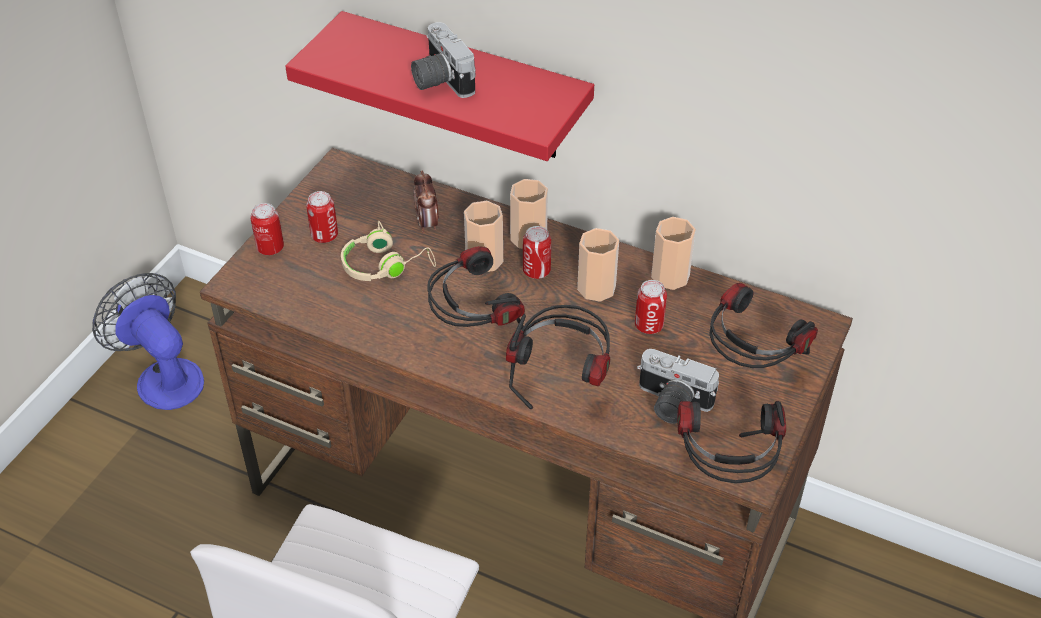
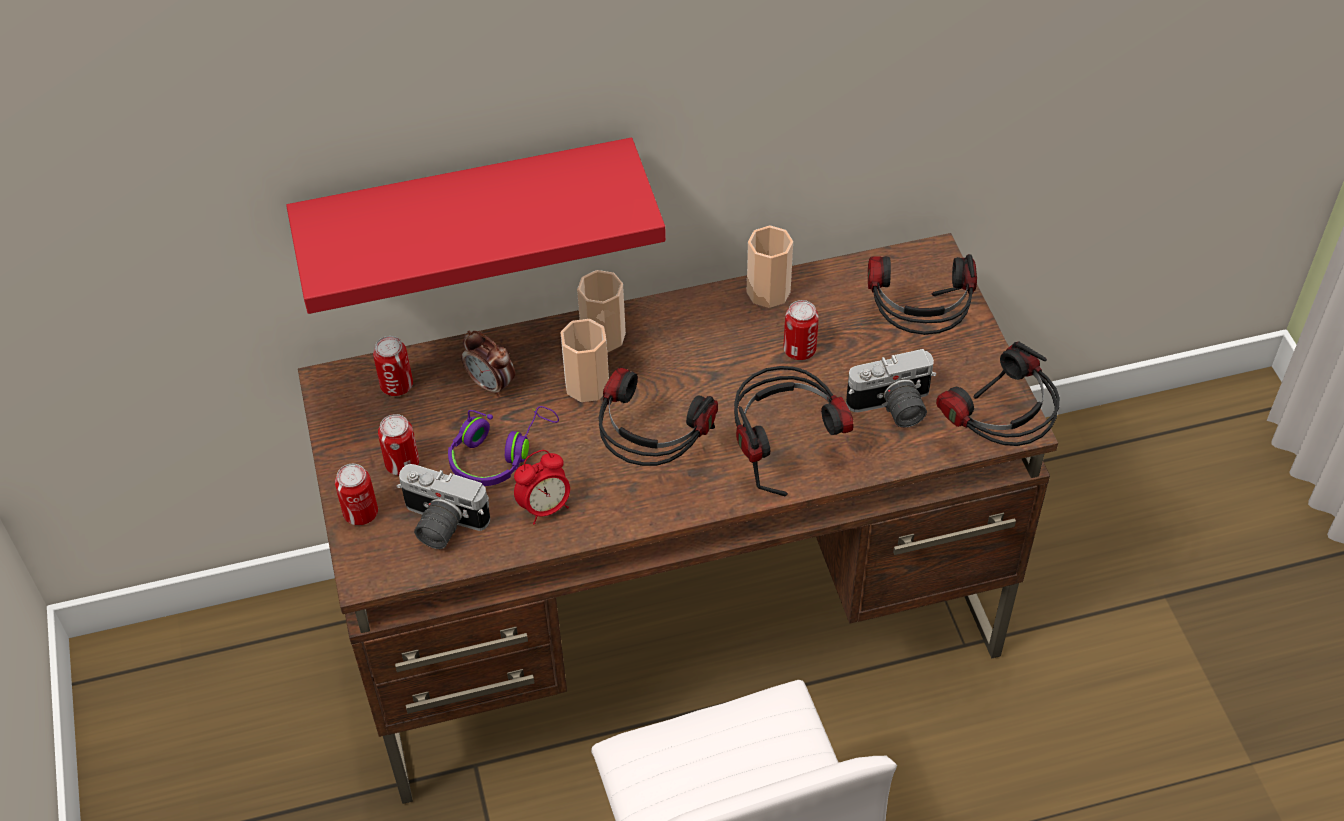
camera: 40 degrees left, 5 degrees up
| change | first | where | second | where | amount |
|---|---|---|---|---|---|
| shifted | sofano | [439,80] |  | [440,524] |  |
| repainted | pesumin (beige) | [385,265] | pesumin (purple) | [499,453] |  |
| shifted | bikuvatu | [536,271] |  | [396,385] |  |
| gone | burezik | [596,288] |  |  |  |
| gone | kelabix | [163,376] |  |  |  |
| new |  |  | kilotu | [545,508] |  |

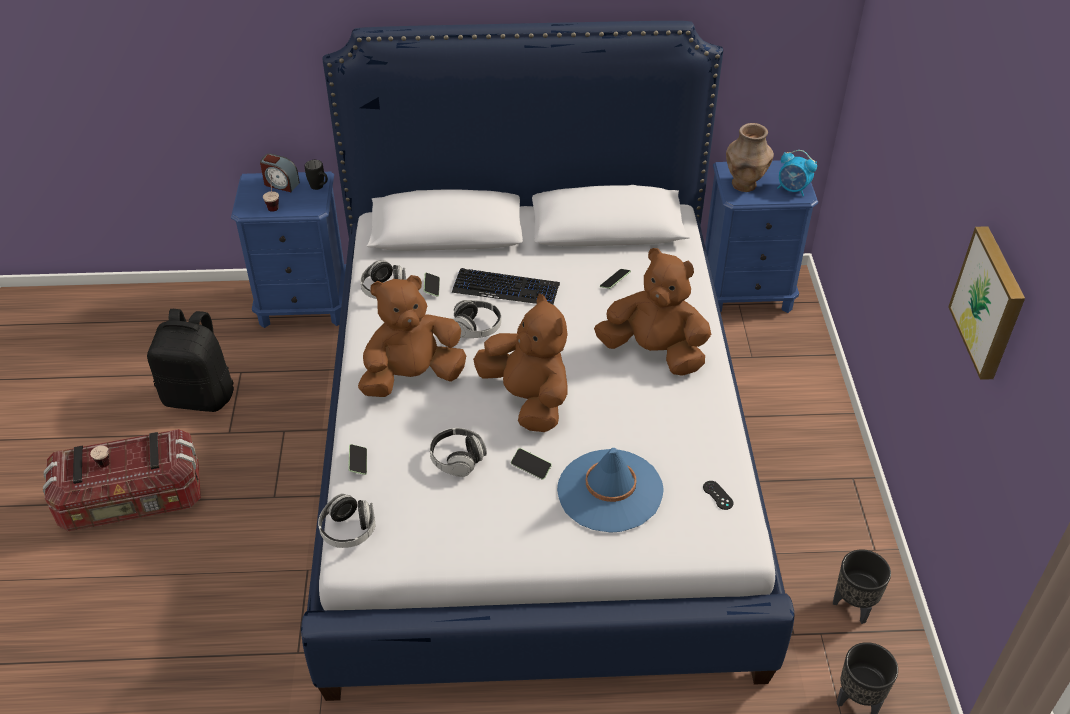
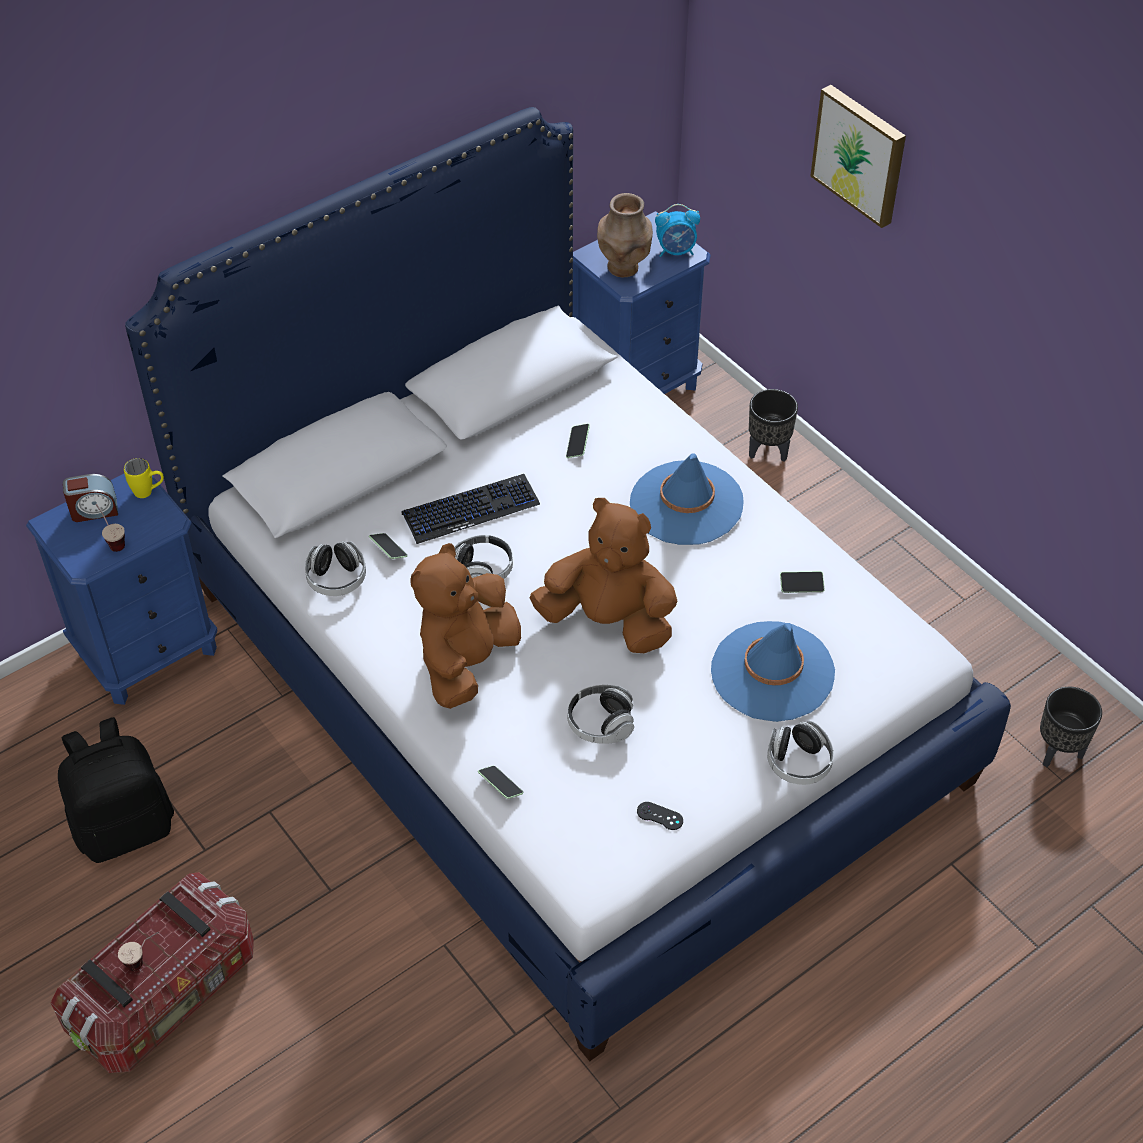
camera: 35 degrees left, 5 degrees up
| change | first | where | second | where | amount |
|---|---|---|---|---|---|
| repainted | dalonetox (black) | [320,187] | dalonetox (yellow) | [149,492] |  |
| shifted | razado | [990,302] |  | [861,154] |  |
| swapped | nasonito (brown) | [654,352] | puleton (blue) | [686,504] |  |
| shifted | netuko | [531,467] |  | [801,586] |  |
| shifted | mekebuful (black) | [718,495] |  | [660,816] |  |
| shifted | pesumin | [348,530] |  | [798,763] |  |
| shifted | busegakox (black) | [854,606] |  | [768,450] |  |

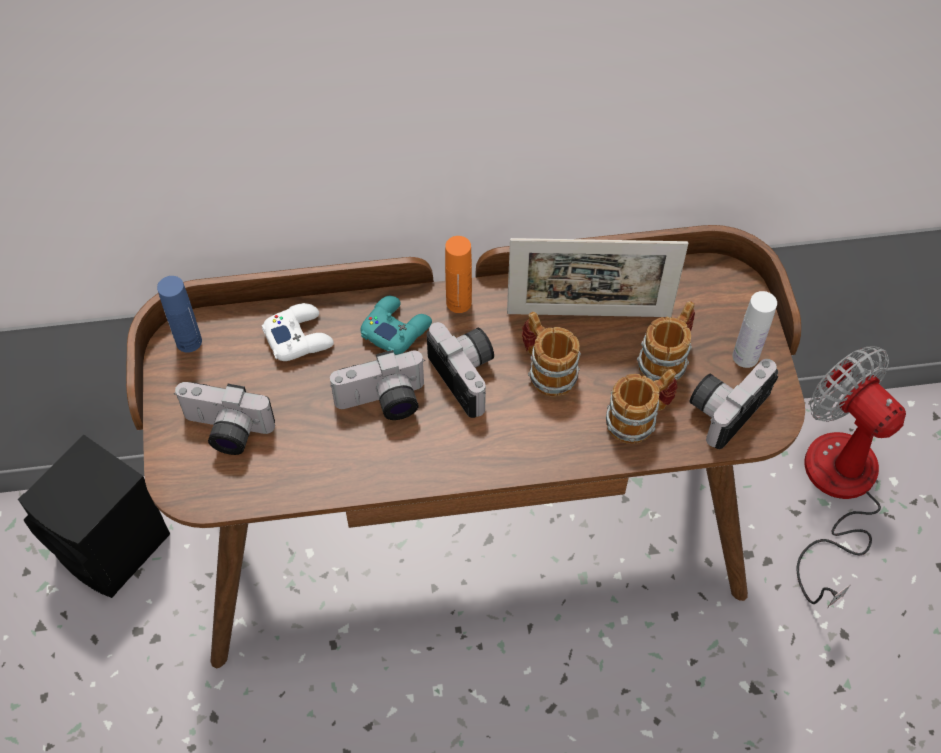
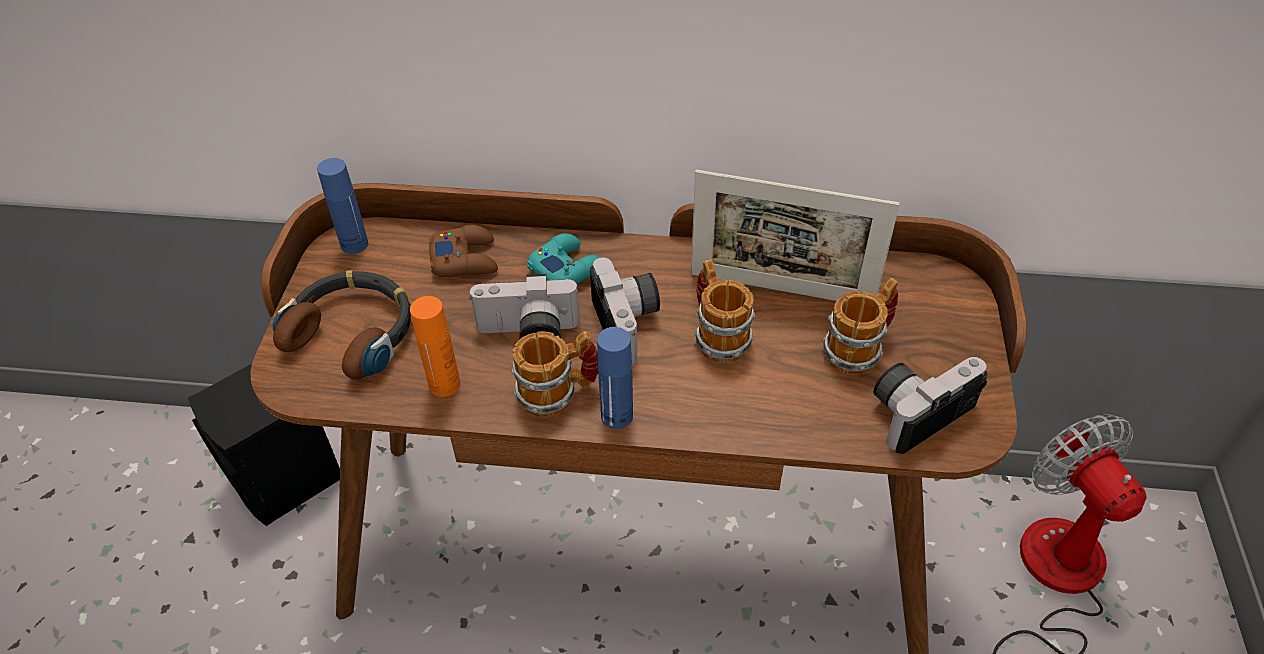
camera: 15 degrees right, 10 degrees down
| change | first | where | second | where | amount |
|---|---|---|---|---|---|
| shifted | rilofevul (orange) | [458,302] |  | [444,384] |  |
| gone | rilofevul (white) | [745,356] |  |  |  |
| repainted | mekebuful (white) | [299,337] | mekebuful (brown) | [465,259] |  |
| shifted | dalonetox | [639,418] |  | [558,393] |  |
| swapped | sofano | [225,432] | pesumin | [353,332] |  |
| new |  |  | rilofevul (blue) | [617,416] |  |

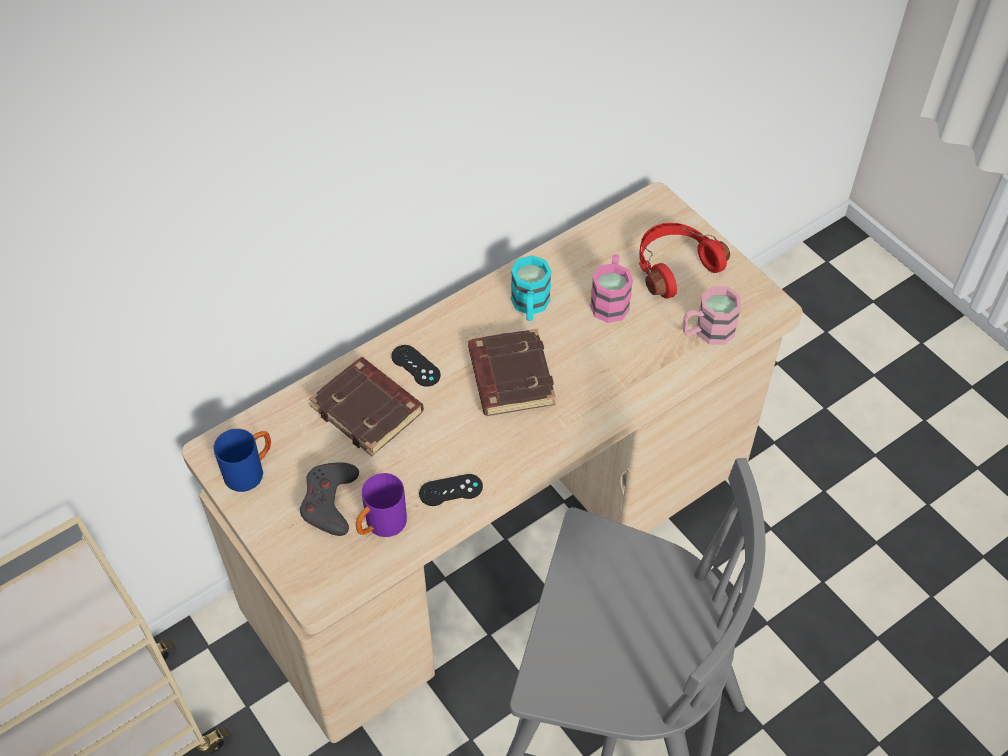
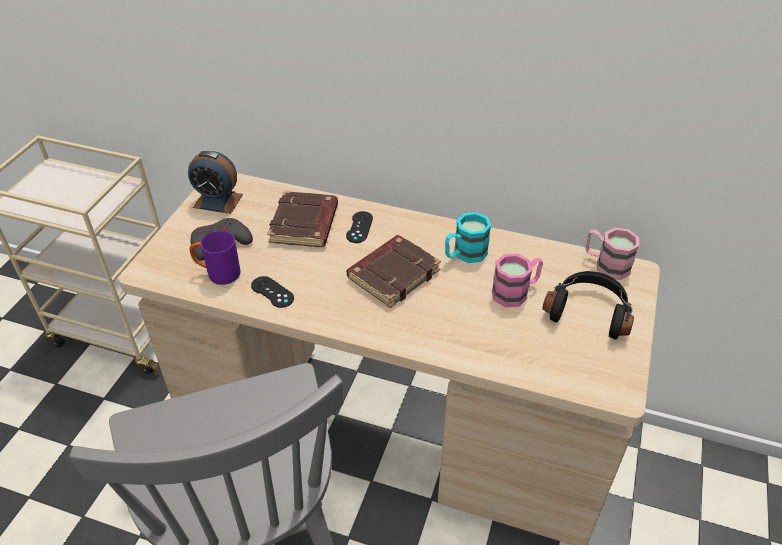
camera: 55 degrees right, 10 degrees down
| change | first | where | second | where | amount |
|---|---|---|---|---|---|
| repainted | pesumin (red) | [674,266] | pesumin (black) | [588,311] |  |
| shifted | dalonetox (pink) | [707,332] |  | [606,265] |  |
| swapped | dalonetox (blue) | [250,471] | kilotu | [218,201] |  |

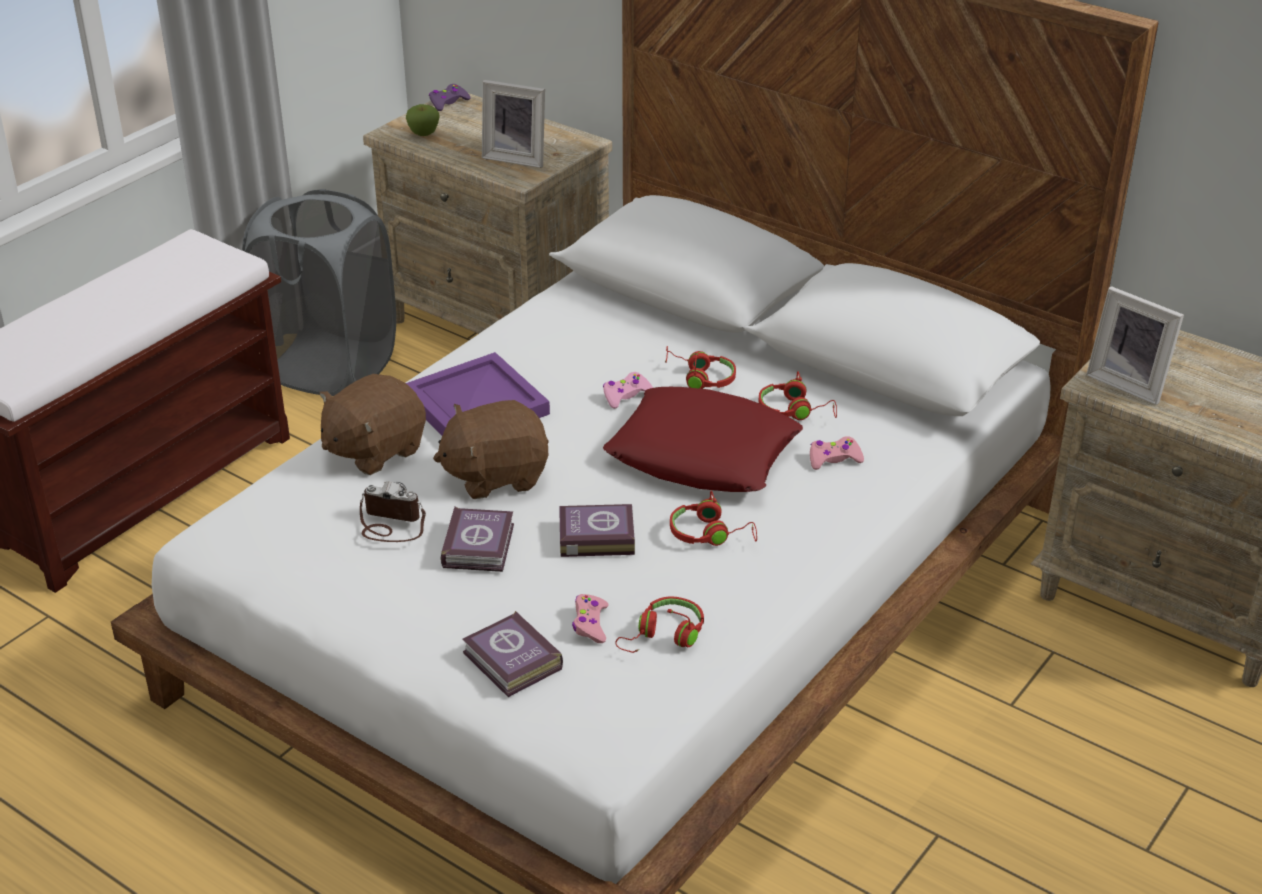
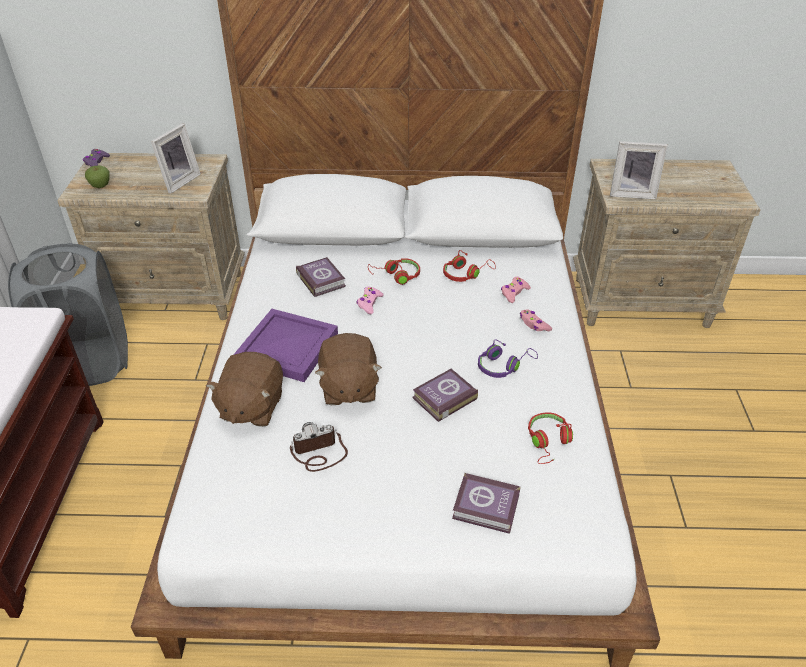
camera: 35 degrees left, 5 degrees up
| change | first | where | second | where | amount |
|---|---|---|---|---|---|
| rotated | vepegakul | [516,157] |  | [178,181] | 45 degrees counterclockwise |
| gone | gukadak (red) | [703,454] |  |  |  |
| rotated | nasonito (brown) | [495,475] |  | [348,388] | 45 degrees counterclockwise |
| repainted | pesumin (red) | [710,534] | pesumin (purple) | [503,366] |  |
| shifted | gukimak | [480,544] |  | [321,279] |  |
| shifted | mekebuful (pink) | [590,624] |  | [534,324] |  |

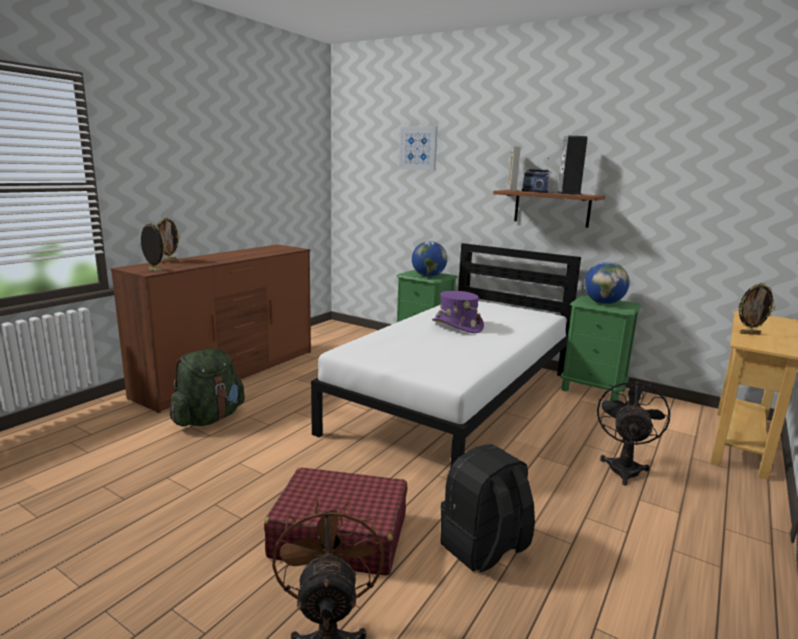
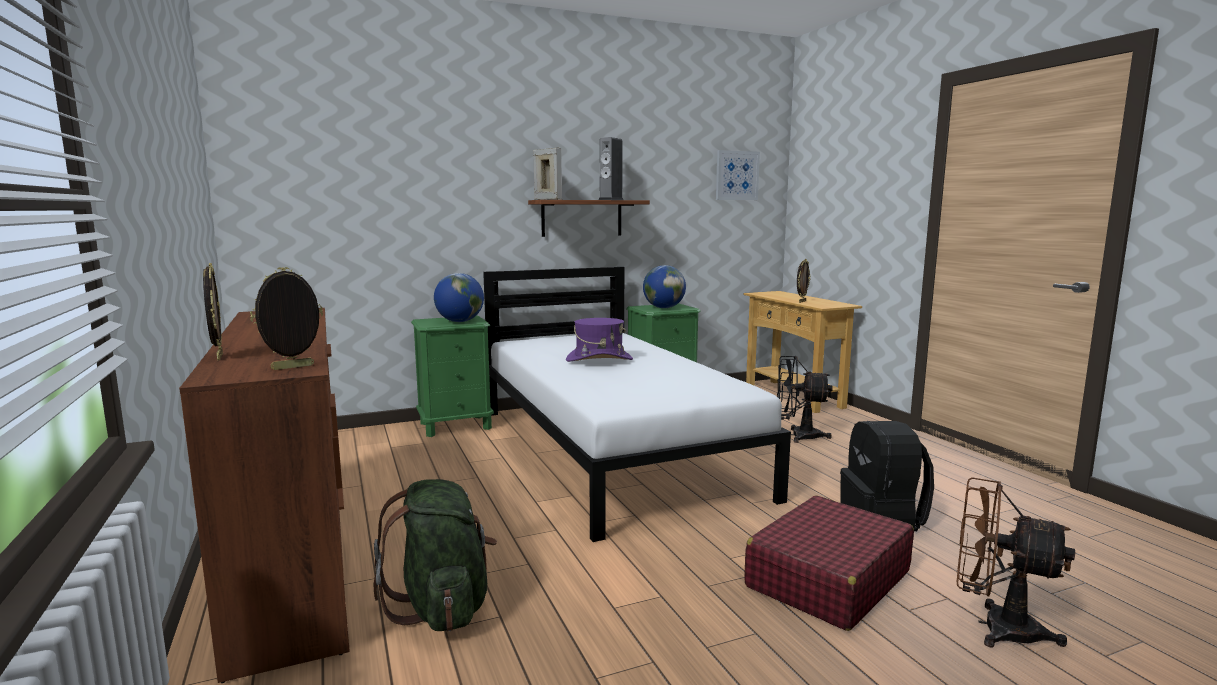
camera: 55 degrees left, 5 degrees down
| change | first | where | second | where | amount |
|---|---|---|---|---|---|
| shifted | razado | [418,148] |  | [736,175] |  |
| gone | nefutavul | [535,191] |  |  |  |
| rotated | kelabix (black) | [624,466] |  | [797,436] | 45 degrees counterclockwise |

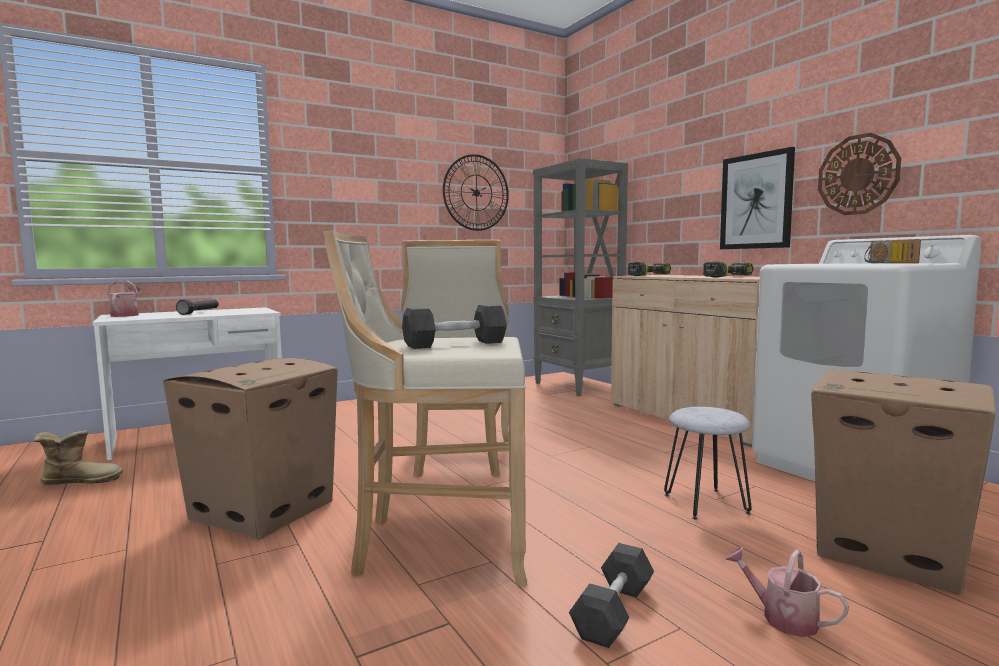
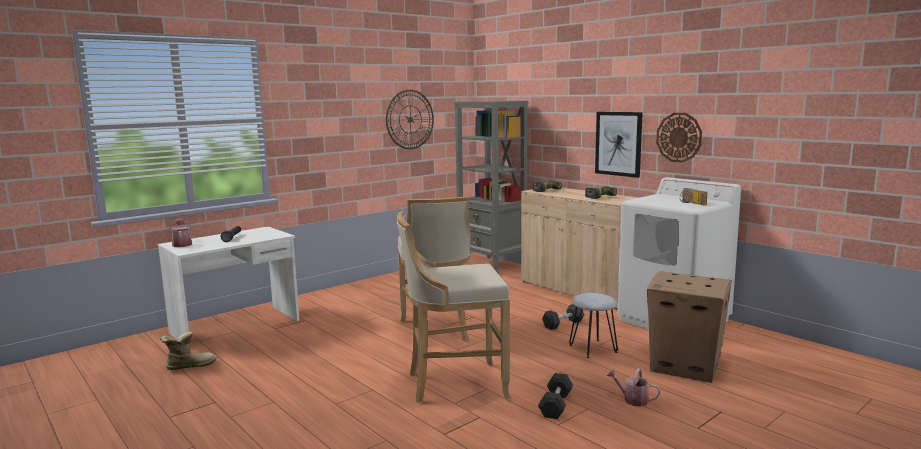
camera: 10 degrees left, 5 degrees up
| change | first | where | second | where | amount |
|---|---|---|---|---|---|
| shifted | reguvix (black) | [455,344] |  | [563,324] |  |
| gone | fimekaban | [264,510] |  |  |  |

